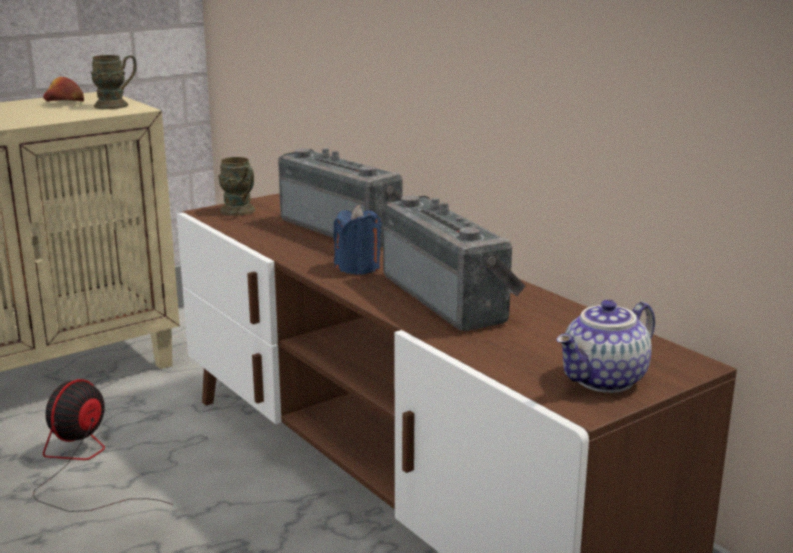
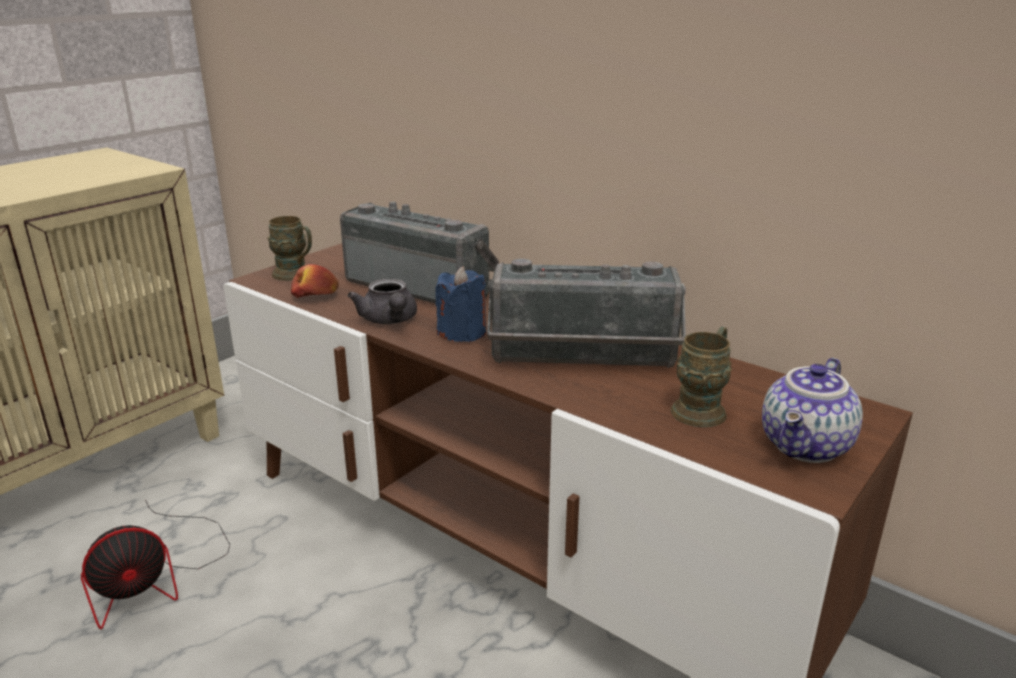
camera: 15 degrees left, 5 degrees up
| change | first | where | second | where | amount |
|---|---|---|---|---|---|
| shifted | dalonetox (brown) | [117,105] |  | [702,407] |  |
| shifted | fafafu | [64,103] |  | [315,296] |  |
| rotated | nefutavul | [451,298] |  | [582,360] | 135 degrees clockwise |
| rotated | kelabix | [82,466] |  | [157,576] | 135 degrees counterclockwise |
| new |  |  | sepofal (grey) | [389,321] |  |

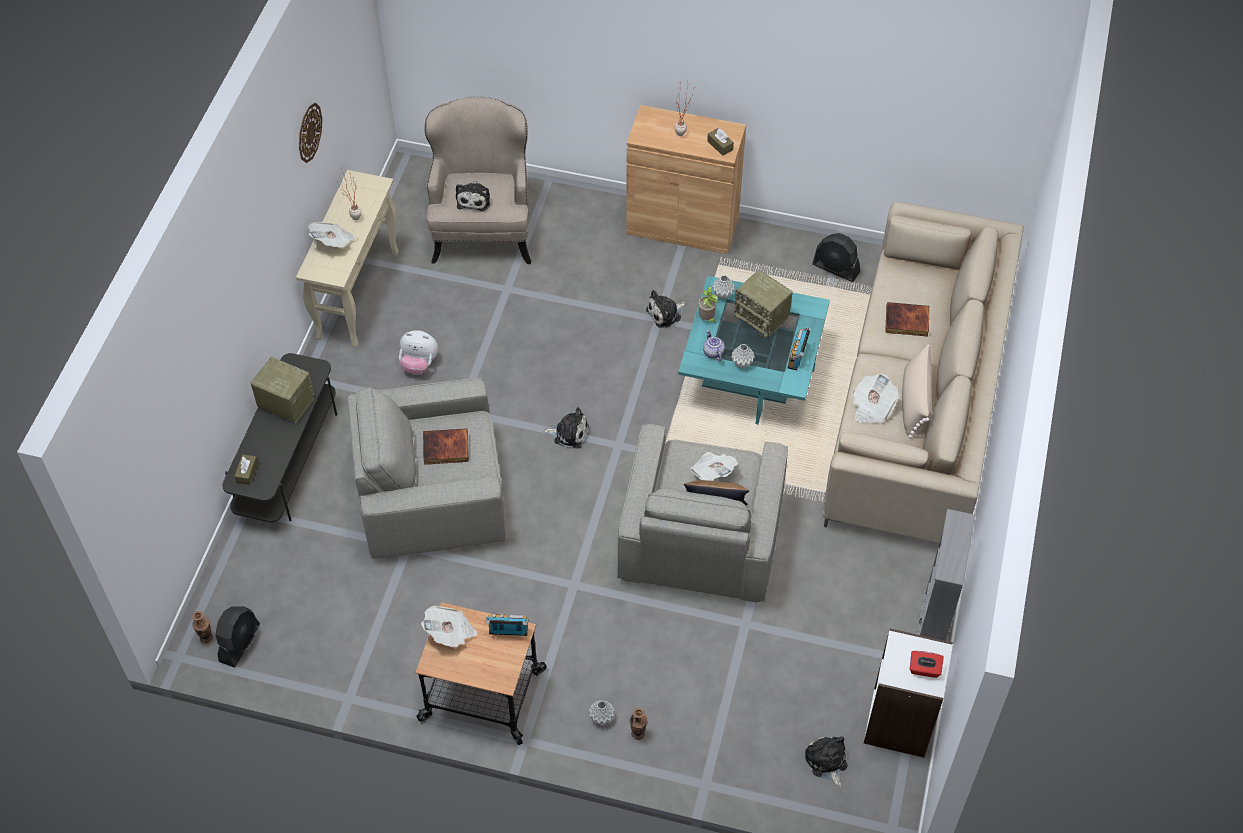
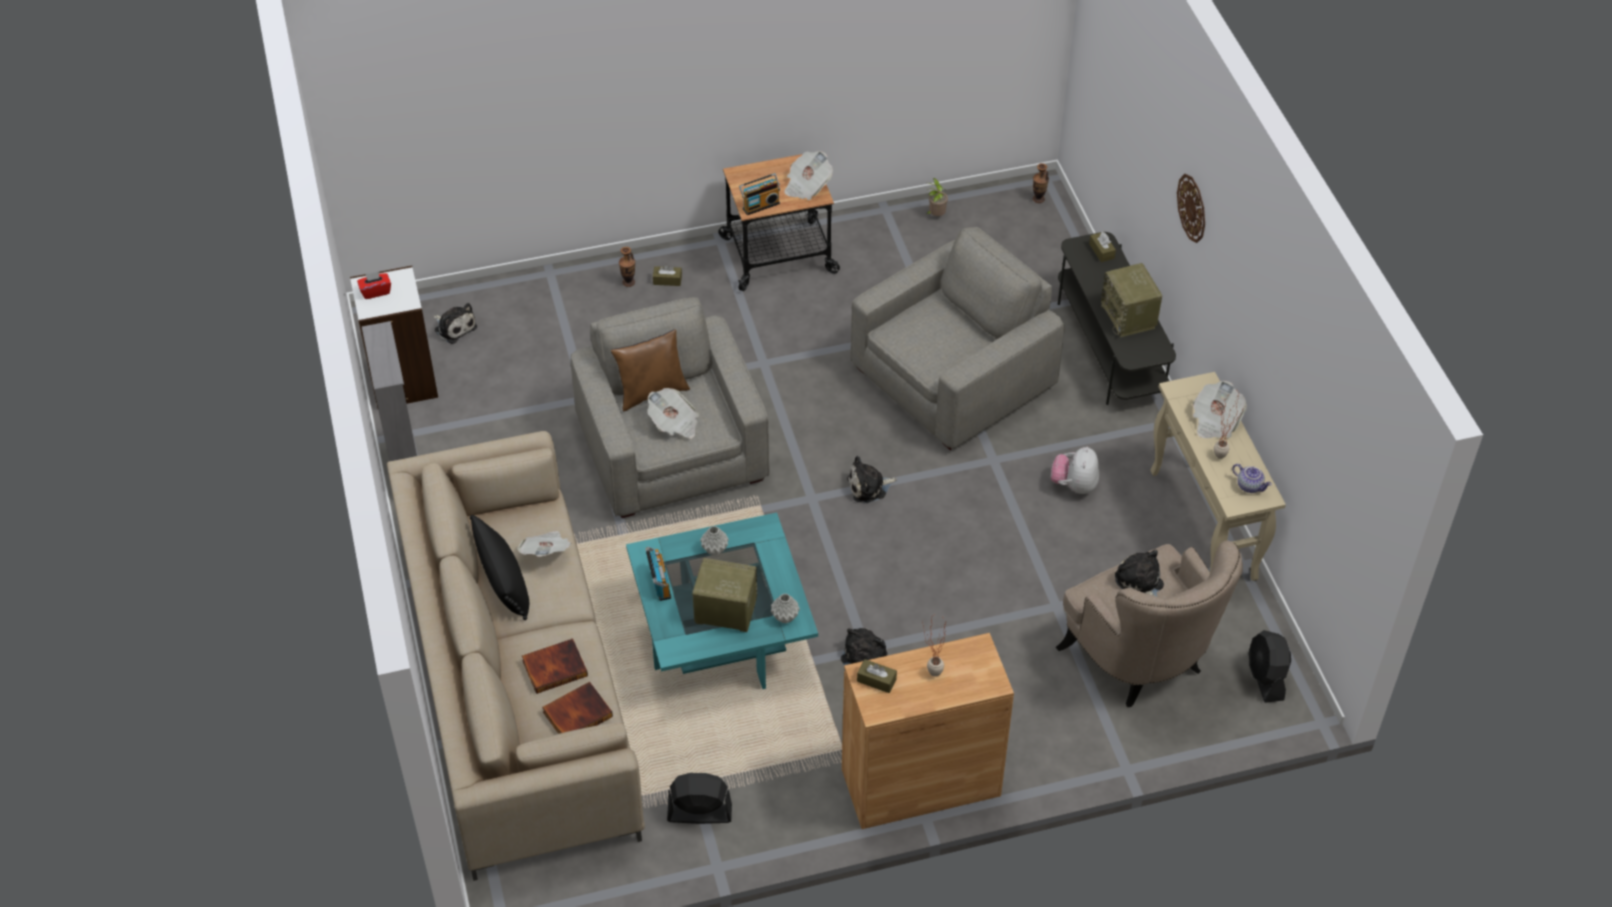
camera: 150 degrees right, 5 degrees down
| change | first | where | second | where | amount |
|---|---|---|---|---|---|
| shifted | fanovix | [309,132] |  | [1192,208] |  |
| shifted | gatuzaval | [707,319] |  | [936,215] |  |
| rotated | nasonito | [419,364] |  | [1074,485] | 60 degrees counterclockwise |
| shifted | sepofal | [712,352] |  | [1250,486] |  |
| repainted | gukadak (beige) | [914,402] | gukadak (black) | [503,580] |  |
| rotated | nefutavul | [285,403] |  | [1129,317] | 75 degrees clockwise |
| shifted | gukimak | [445,449] |  | [577,713] |  |
| shifted | kelabix (black) | [240,643] |  | [1265,677] |  |
| swapped | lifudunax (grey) | [601,717] | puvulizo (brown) | [667,280] |  |

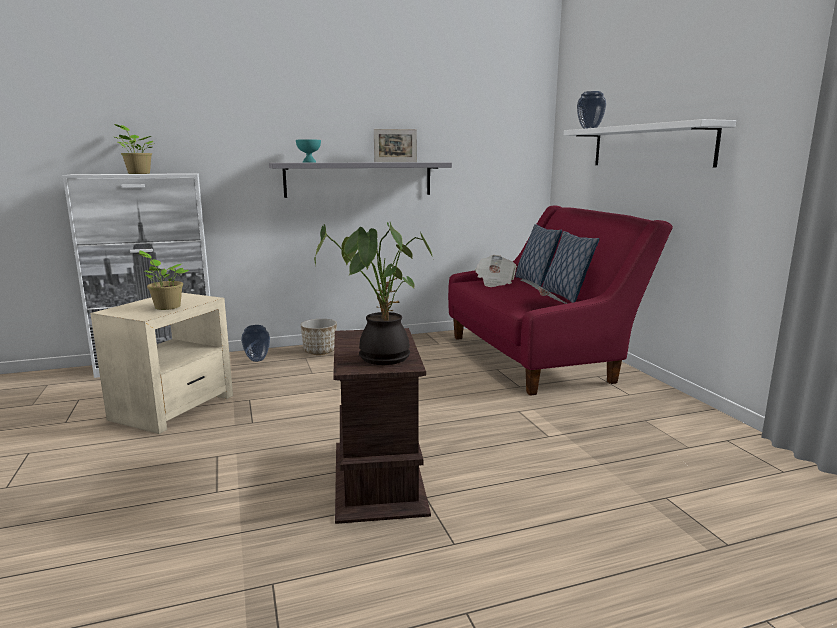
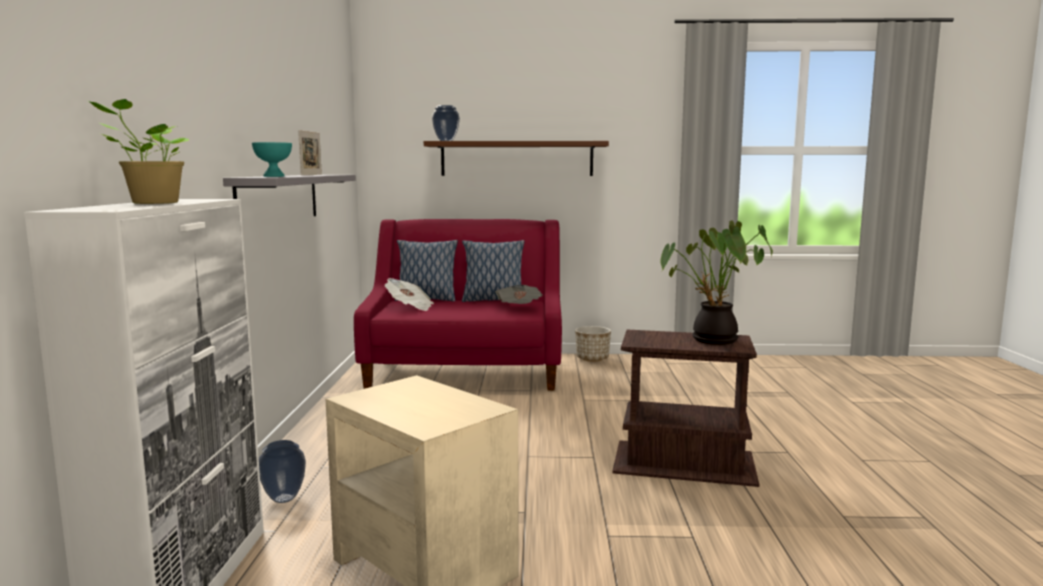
camera: 70 degrees left, 5 degrees down
| change | first | where | second | where | amount |
|---|---|---|---|---|---|
| repainted | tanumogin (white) | [650,146] | tanumogin (brown) | [517,159] |  |
| gone | gatuzaval | [166,307] |  |  |  |
| shifted | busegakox | [320,352] |  | [592,359] |  |

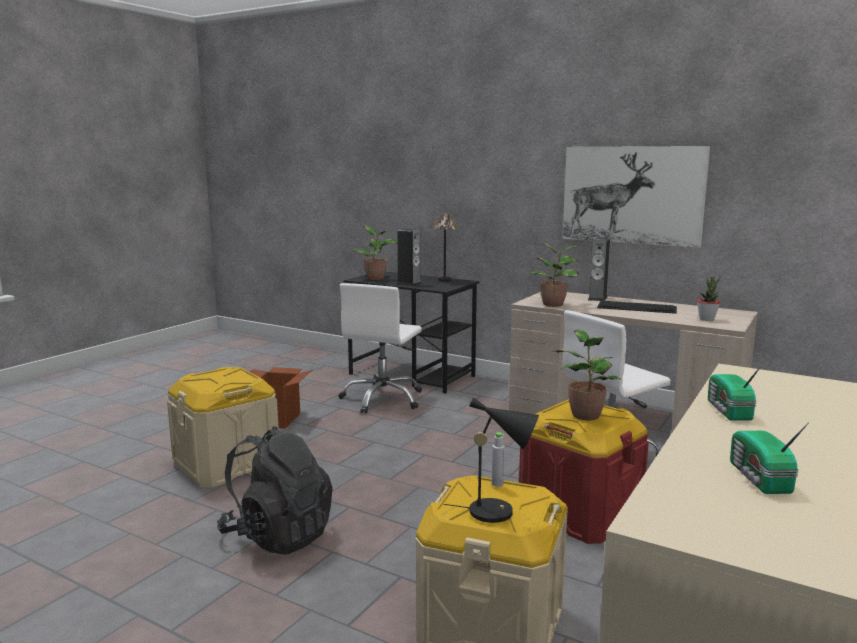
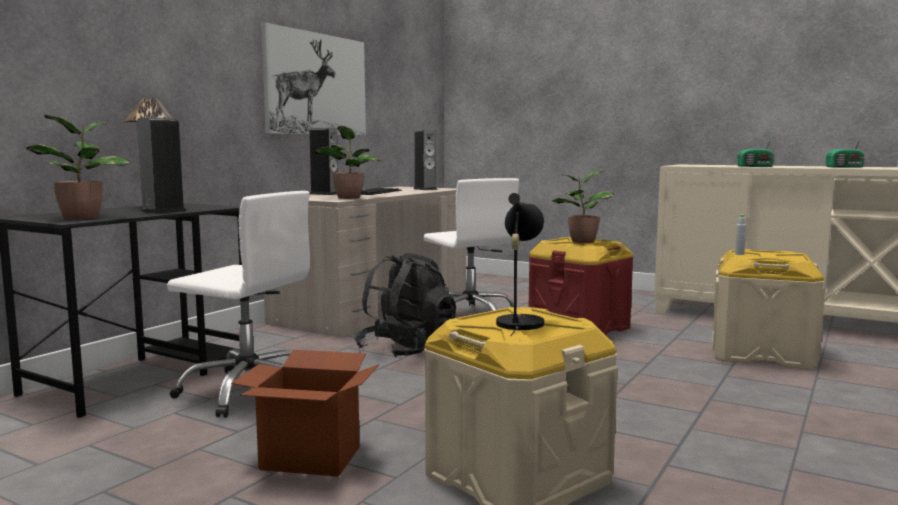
camera: 90 degrees left, 5 degrees down
| change | first | where | second | where | amount |
|---|---|---|---|---|---|
| swapped | gatuzaval | [706,319] | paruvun | [425,189] |  |
| shifted | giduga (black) | [498,512] |  | [519,322] |  |
| shifted | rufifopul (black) | [278,535] |  | [407,350] |  |

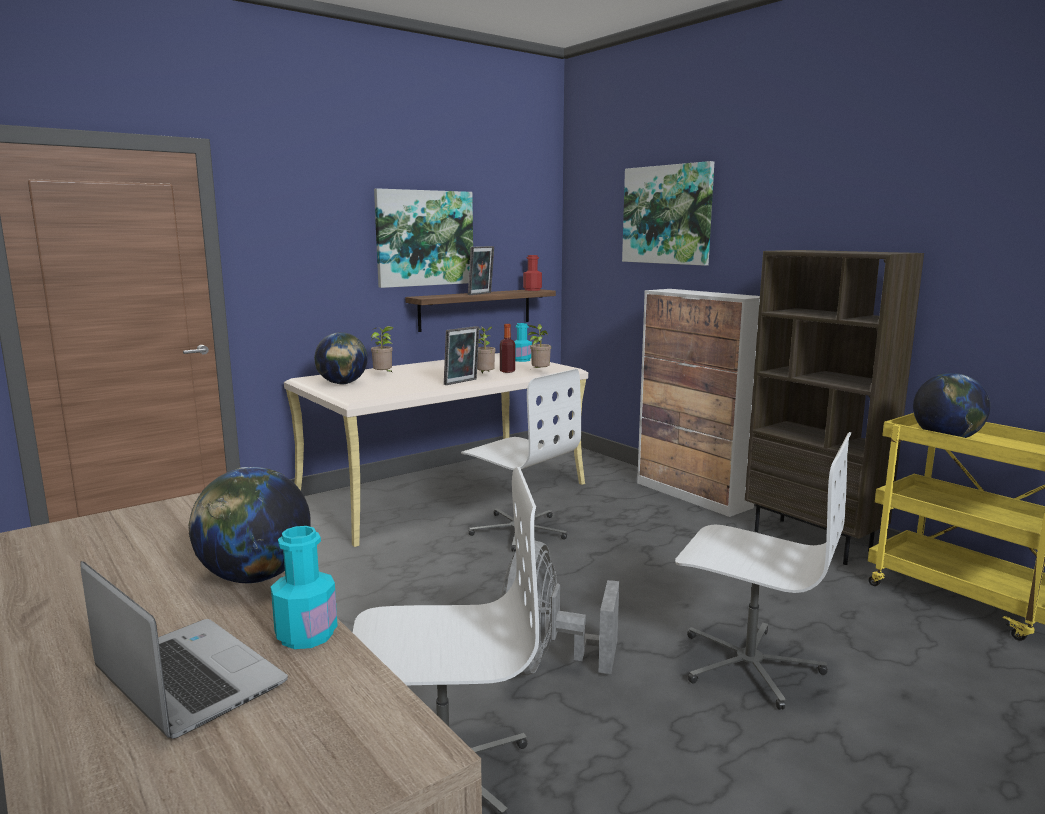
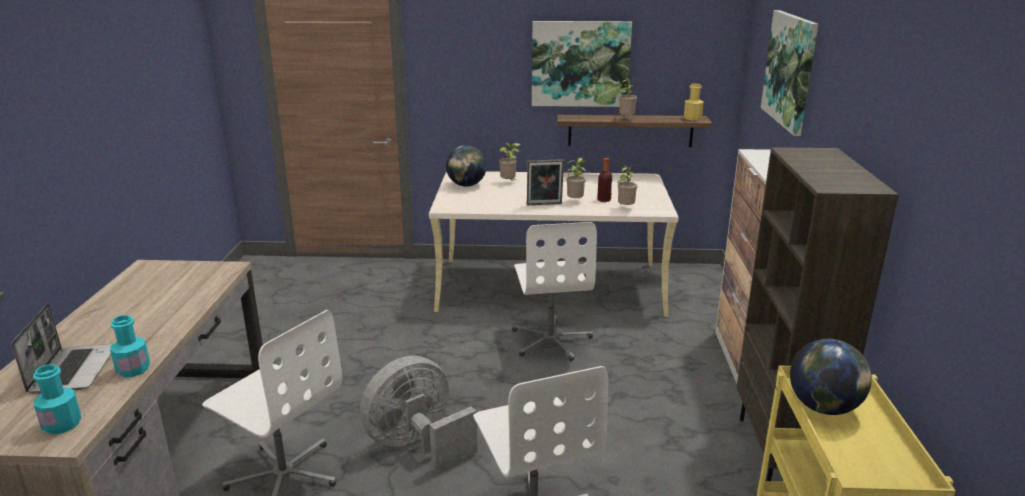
camera: 40 degrees right, 10 degrees up
| change | first | where | second | where | amount |
|---|---|---|---|---|---|
| swapped | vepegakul | [481,294] | gatuzaval | [626,119] |  |
| repainted | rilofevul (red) | [532,290] | rilofevul (yellow) | [692,118] |  |
| shifted | rilofevul (turquoise) | [522,360] |  | [62,424] |  |
| gone | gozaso | [255,577] |  |  |  |

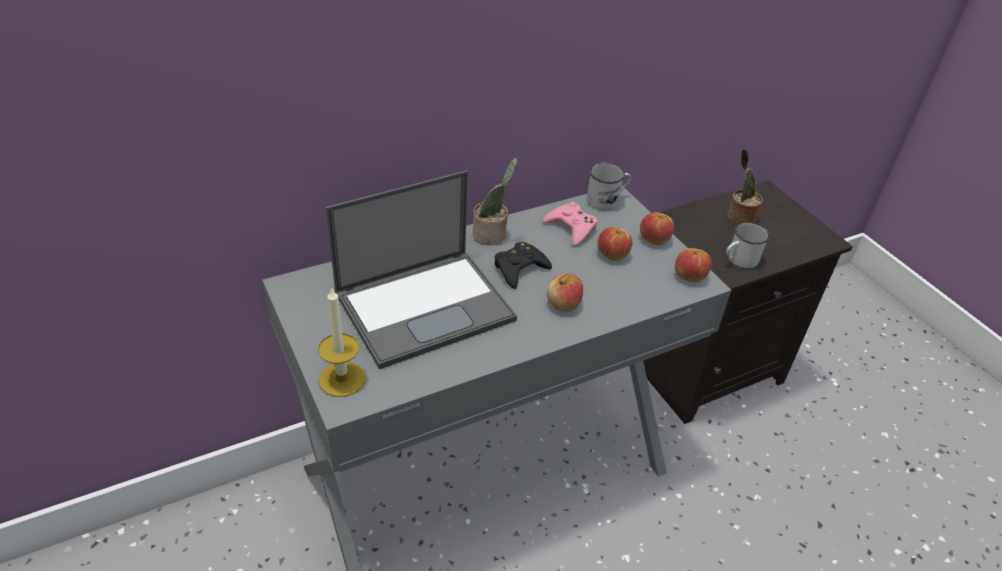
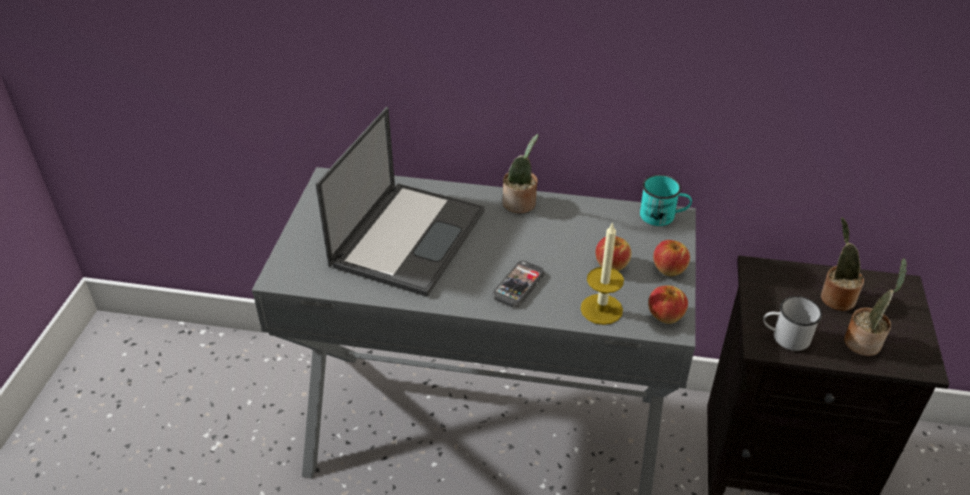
camera: 40 degrees right, 0 degrees up
| change | first | where | second | where | amount |
|---|---|---|---|---|---|
| repainted | dalonetox (white) | [607,200] | dalonetox (turquoise) | [663,216] |  |
| rotated | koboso | [426,305] |  | [408,236] | 75 degrees counterclockwise |
| gone | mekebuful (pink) | [571,228] |  |  |  |
| gone | mekebuful (black) | [519,269] |  |  |  |
| swapped | fafafu | [563,304] | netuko | [518,285] |  |
| shifted | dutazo | [342,379] |  | [601,309] |  |
| new |  |  | gatuzaval | [864,341] |  |

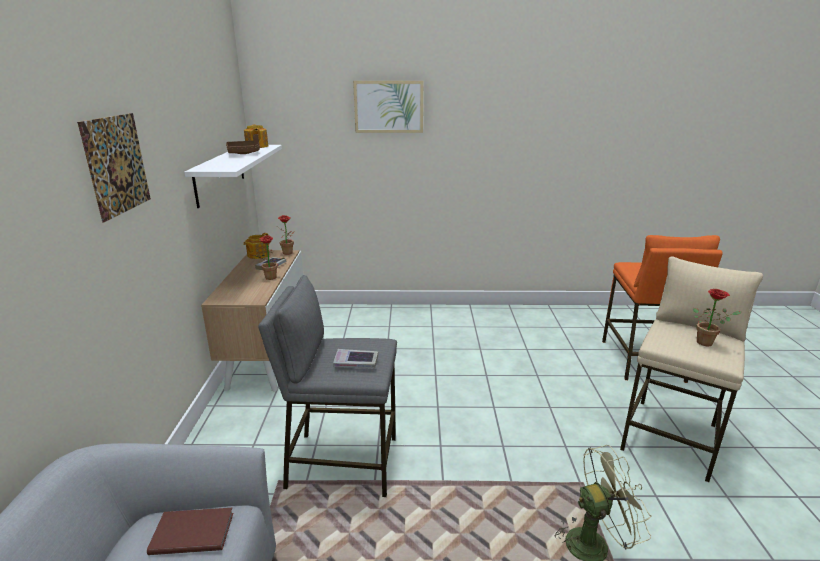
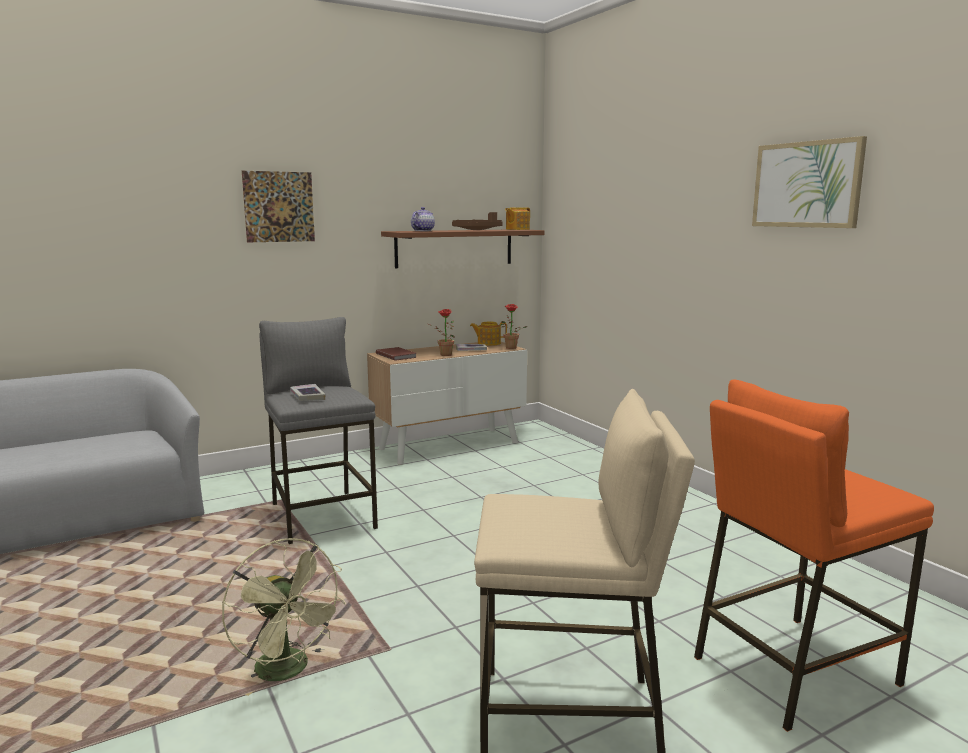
camera: 60 degrees right, 10 degrees down
| change | first | where | second | where | amount |
|---|---|---|---|---|---|
| shifted | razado | [388,106] |  | [807,184] |  |
| repainted | tanumogin (white) | [220,174] | tanumogin (brown) | [454,248] |  |
| gone | gatuzaval | [707,342] |  |  |  |
| shifted | gukimak (brown) | [192,532] |  | [396,355] |  |
| new |  |  | sepofal | [423,231] |  |

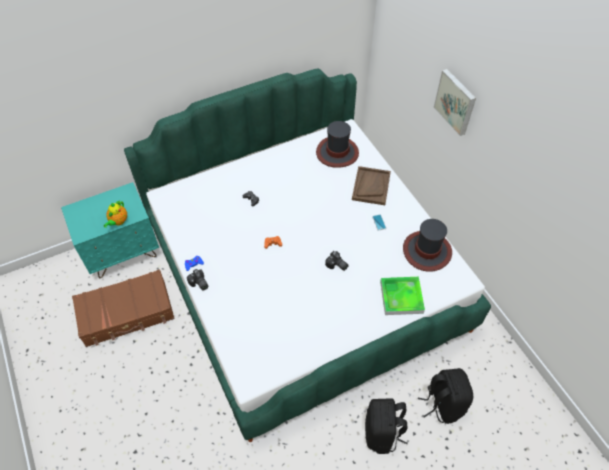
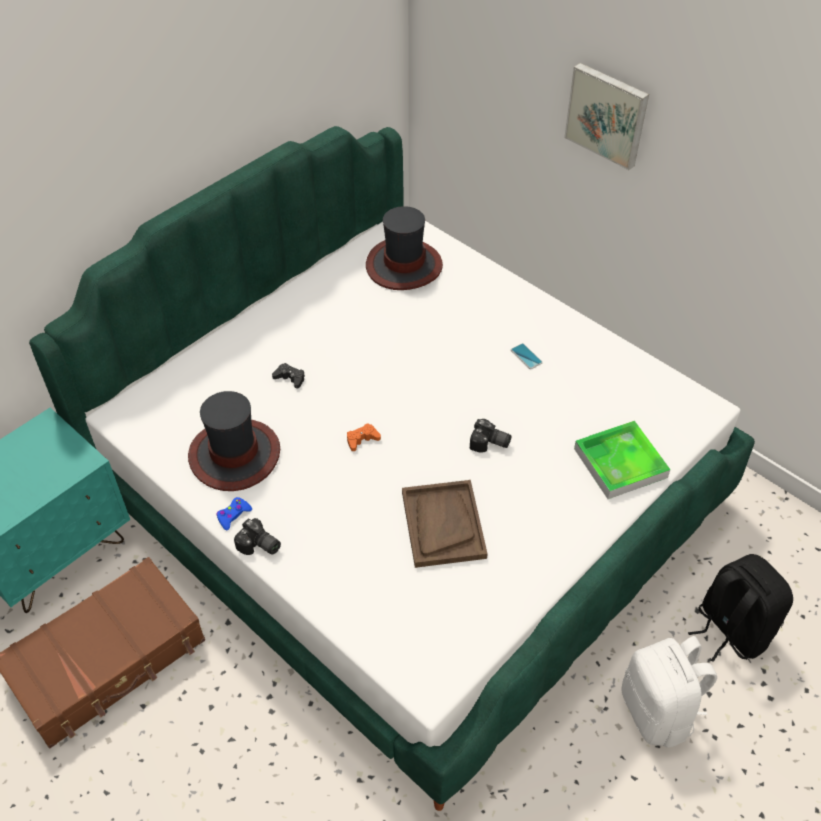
camera: 20 degrees left, 5 degrees down
| change | first | where | second | where | amount |
|---|---|---|---|---|---|
| shifted | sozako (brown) | [371,186] |  | [443,524] |  |
| gone | sepofal | [118,221] |  |  |  |
| shifted | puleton | [427,251] |  | [235,455] |  |
| repainted | rufifopul (black) | [382,433] | rufifopul (white) | [658,712] |  |

